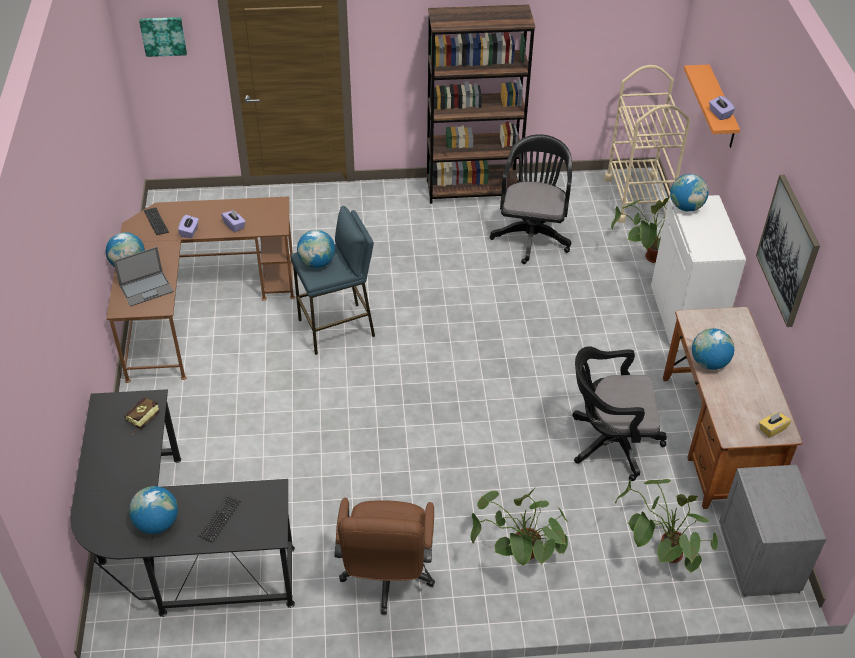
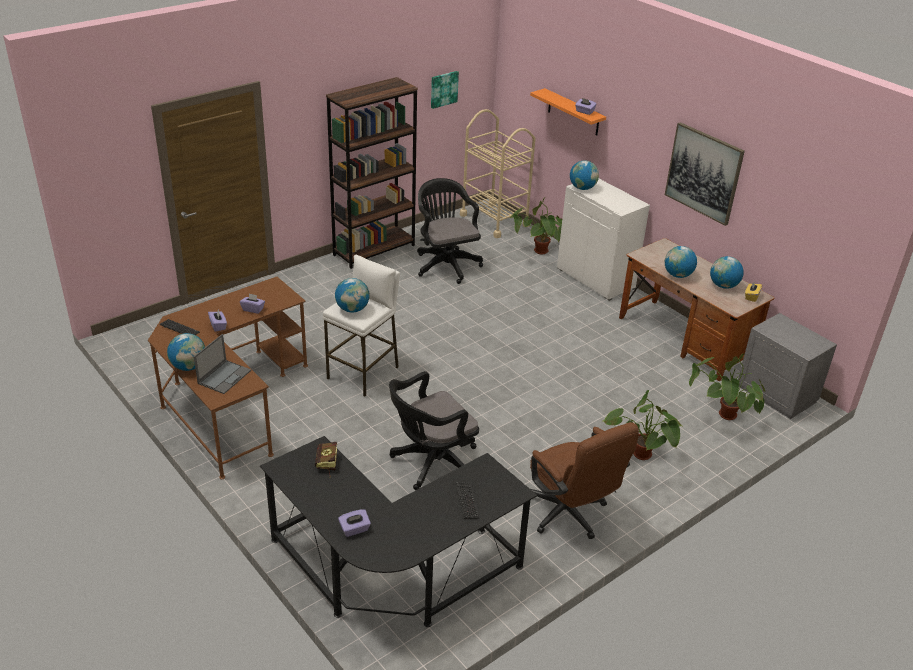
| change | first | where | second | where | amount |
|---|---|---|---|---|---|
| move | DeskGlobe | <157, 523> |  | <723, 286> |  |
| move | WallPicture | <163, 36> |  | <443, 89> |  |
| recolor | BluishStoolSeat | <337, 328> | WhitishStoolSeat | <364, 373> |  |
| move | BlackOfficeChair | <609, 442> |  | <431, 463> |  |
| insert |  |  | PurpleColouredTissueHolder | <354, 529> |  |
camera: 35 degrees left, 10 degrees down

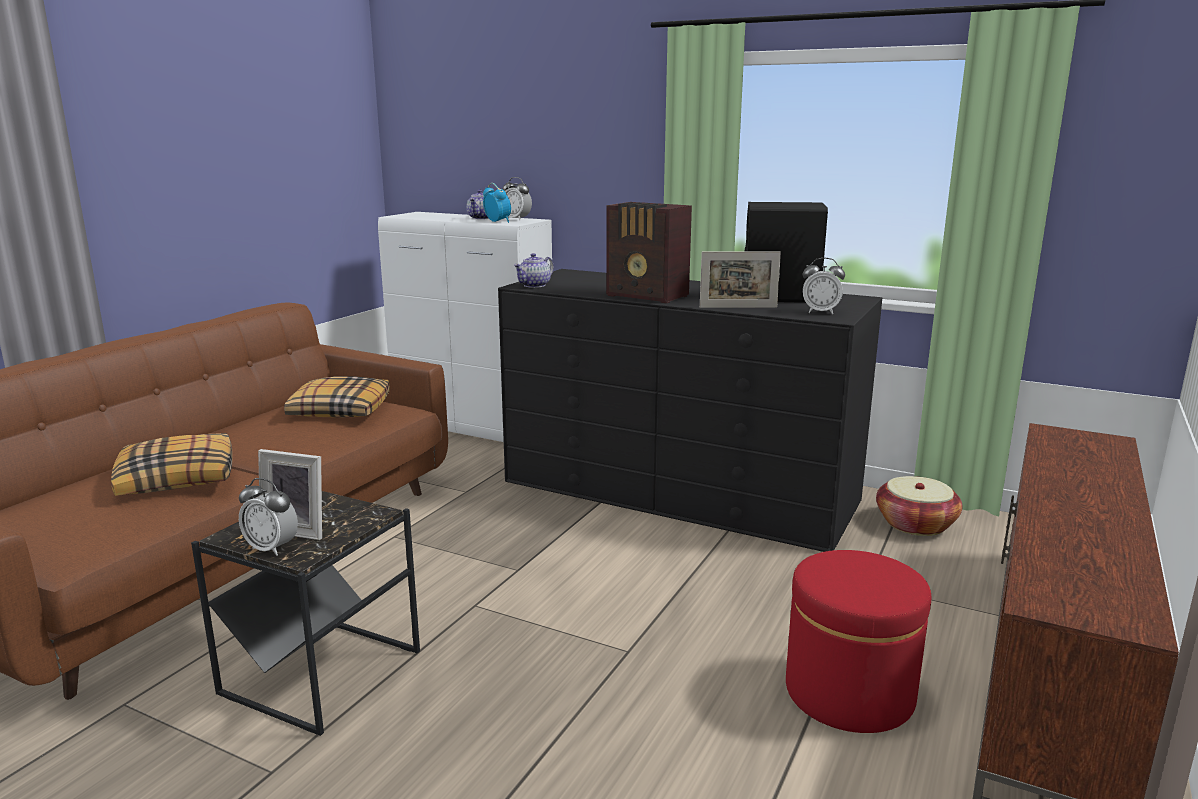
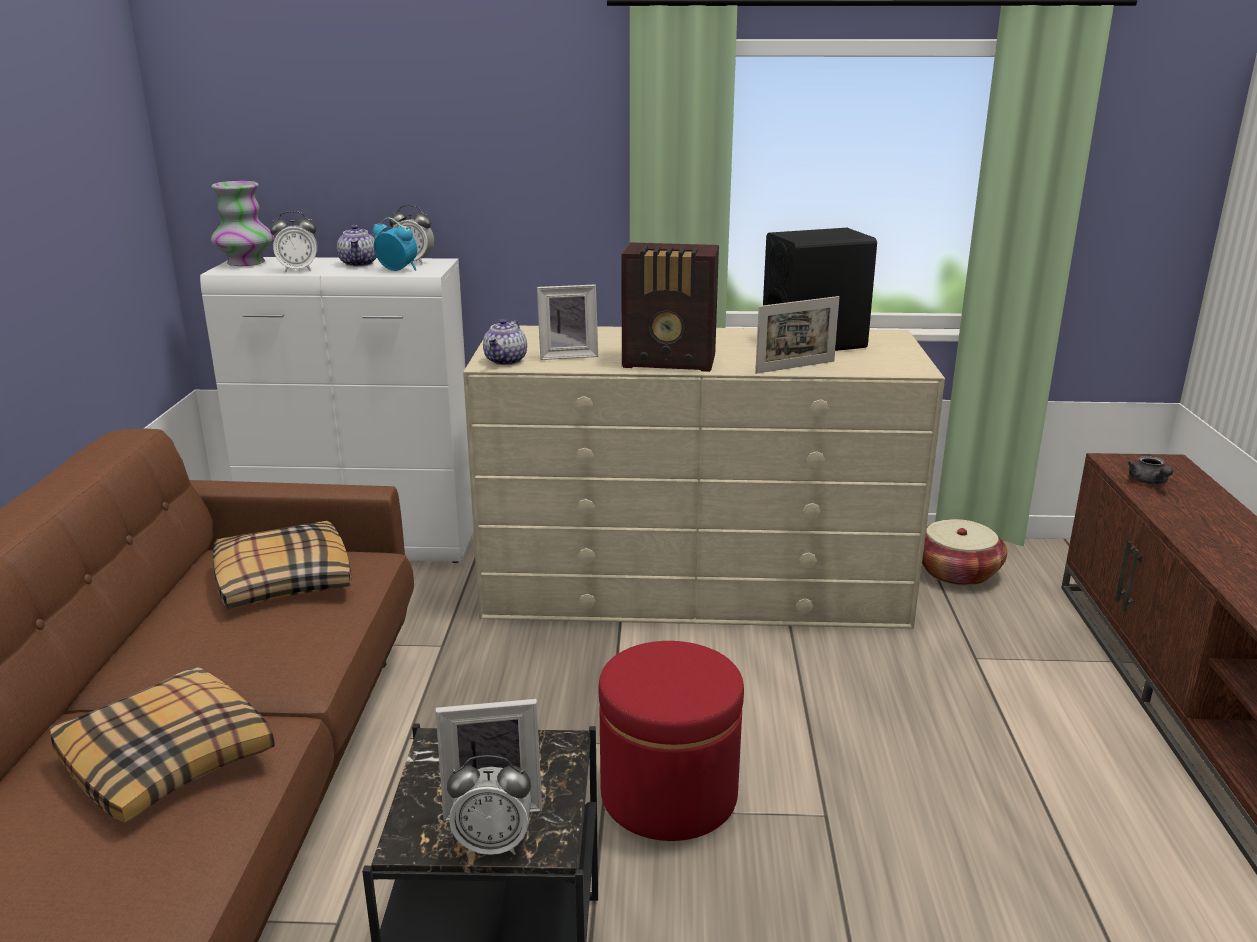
| change | first | where | second | where | amount |
|---|---|---|---|---|---|
| recolor | BlackChestOfDrawers | <679, 491> | BeigeChestOfDrawers | <694, 585> |  |
| move | ReddishFootrest | <849, 693> |  | <669, 794> |  |
| move | BedsideClock | <820, 312> |  | <298, 270> |  |
| insert |  |  | Vase | <246, 263> |  |
| insert |  |  | StandingFrame | <568, 355> |  |
| insert |  |  | GrayTeapot | <1149, 482> |  |
camera: 25 degrees left, 5 degrees up

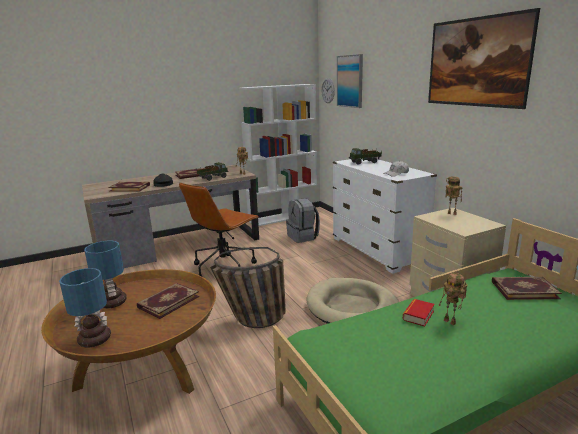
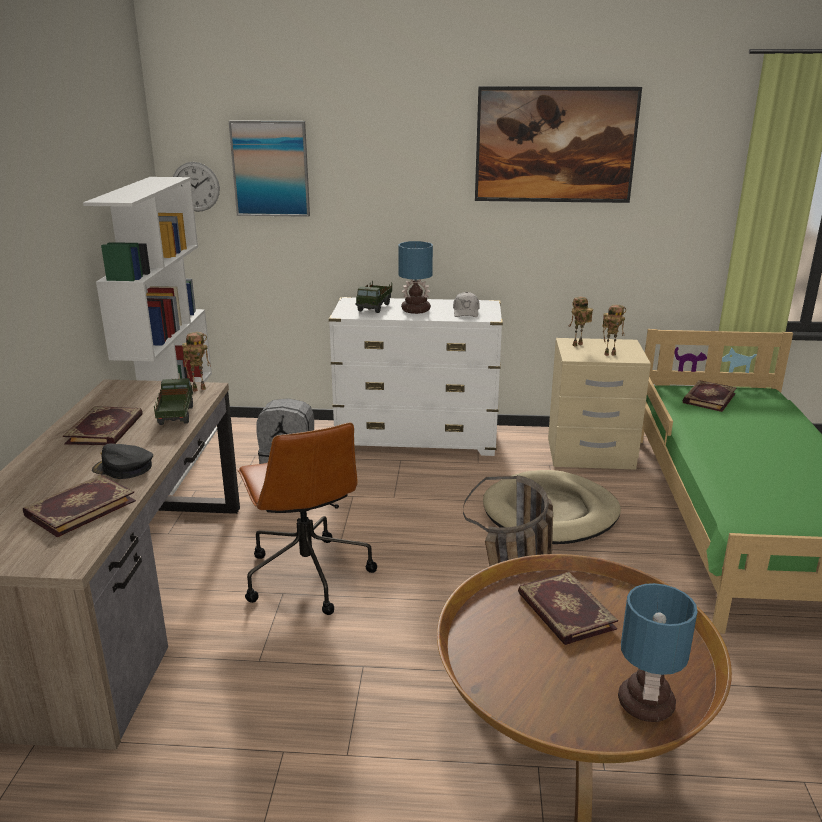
| change | first | where | second | where | amount |
|---|---|---|---|---|---|
| move | TabletopLamp | <112, 302> |  | <414, 310> |  |
| delete | Volume | <418, 315> |  |  |  |
| move | RobotFigure | <451, 322> |  | <610, 354> |  |
camera: 60 degrees left, 5 degrees up

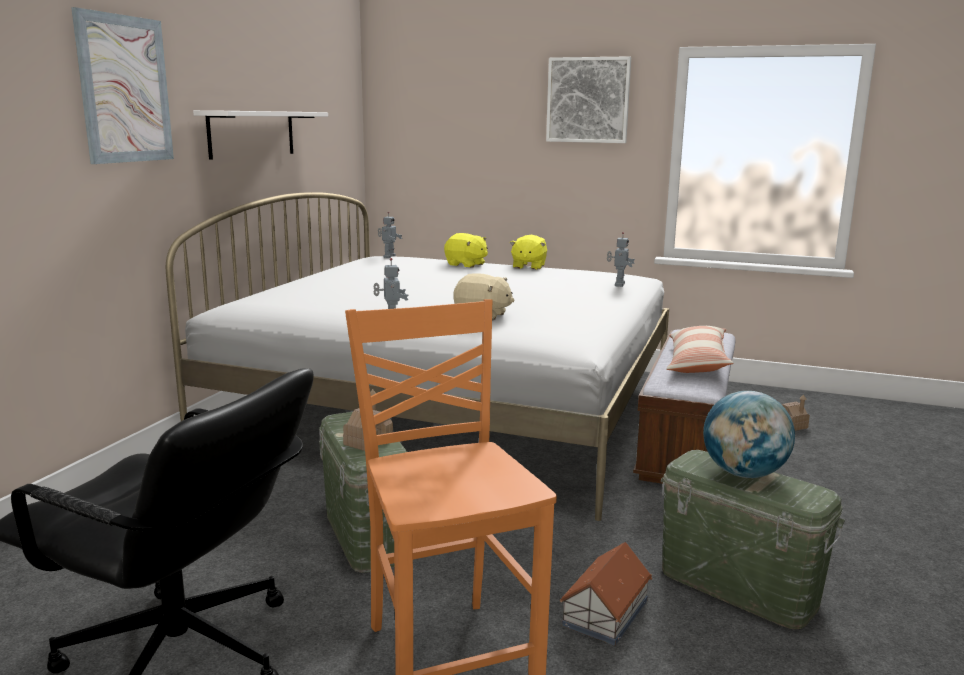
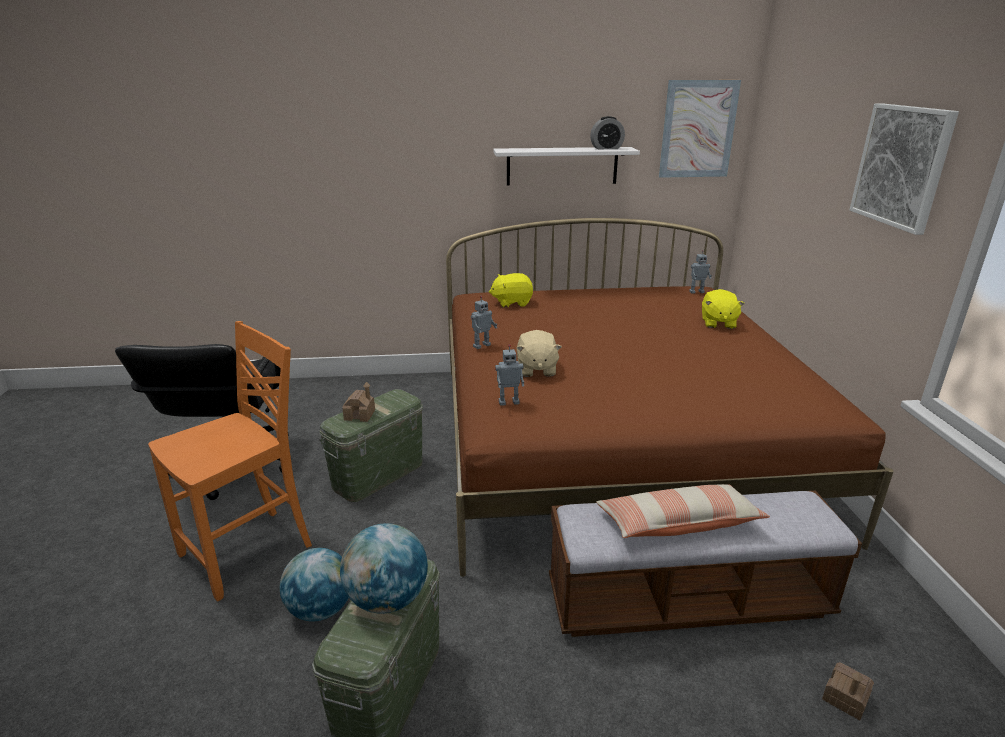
| change | first | where | second | where | amount |
|---|---|---|---|---|---|
| move | WallPicture | <125, 89> |  | <698, 129> |  |
| recolor | WhitishBed | <452, 407> | BrownColouredBed | <614, 442> |  |
| move | YellowSoftToy | <528, 266> |  | <512, 303> |  |
| replace | MiniatureHouse | <604, 612> | DeskGlobe | <320, 609> |  |
| move | RobotFigure | <618, 284> |  | <508, 402> |  |
| insert |  |  | BedsideClock | <606, 148> |  |
camera: 65 degrees right, 10 degrees up

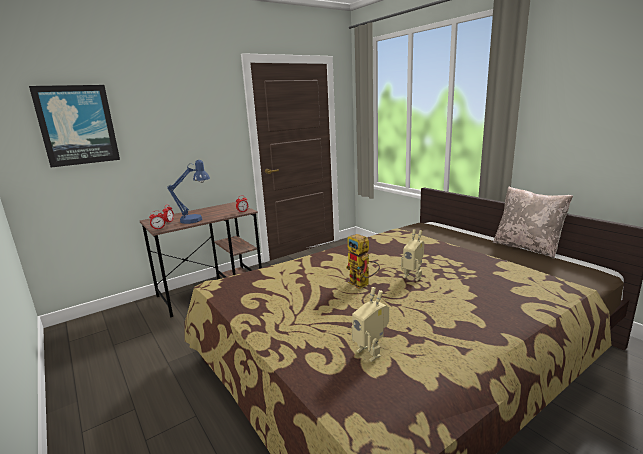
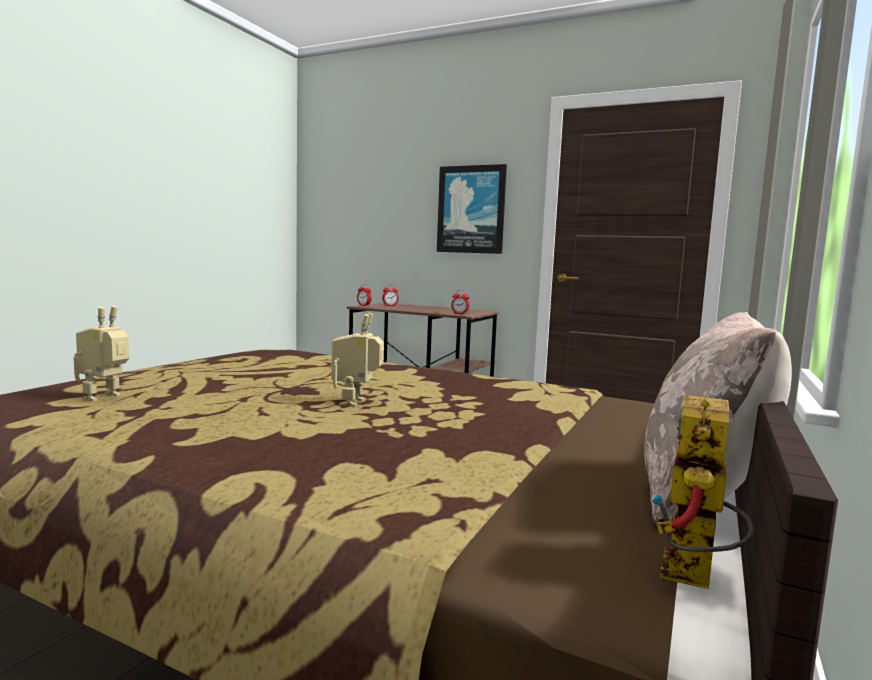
| change | first | where | second | where | amount |
|---|---|---|---|---|---|
| move | WallPicture | <77, 125> |  | <471, 209> |  |
| delete | BluishTabletopLamp | <196, 219> |  |  |  |
| move | RobotFigure | <363, 284> |  | <693, 579> |  |
camera: 60 degrees right, 10 degrees down

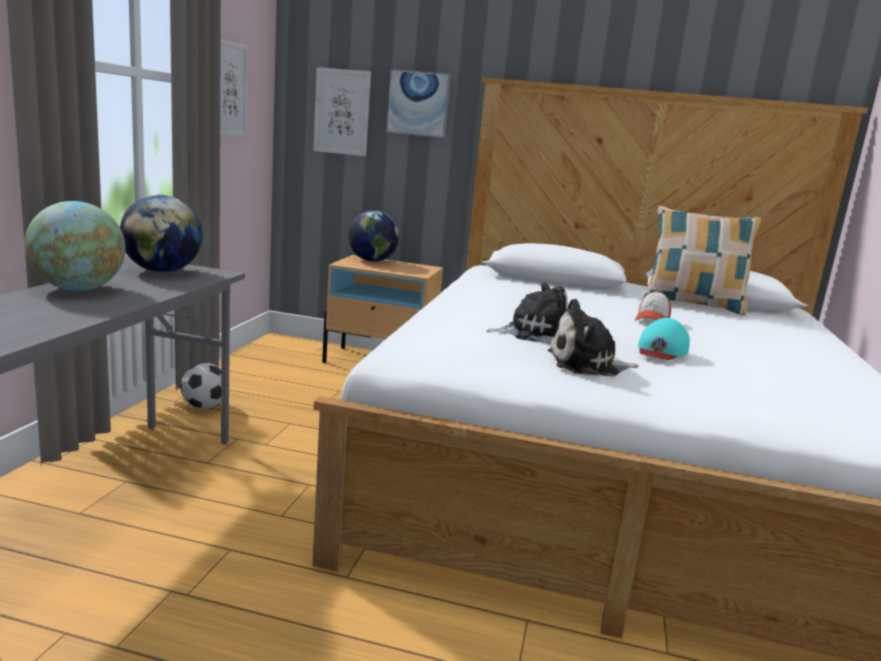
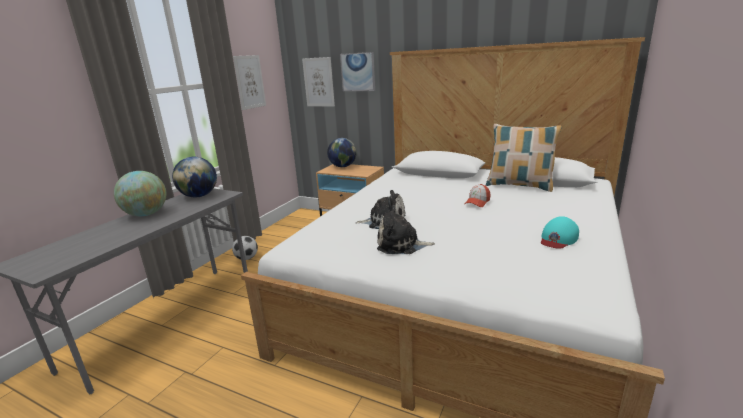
| change | first | where | second | where | amount |
|---|---|---|---|---|---|
| move | TurquoisePeakedCap | <661, 350> |  | <558, 238> |  |
camera: 15 degrees right, 5 degrees up

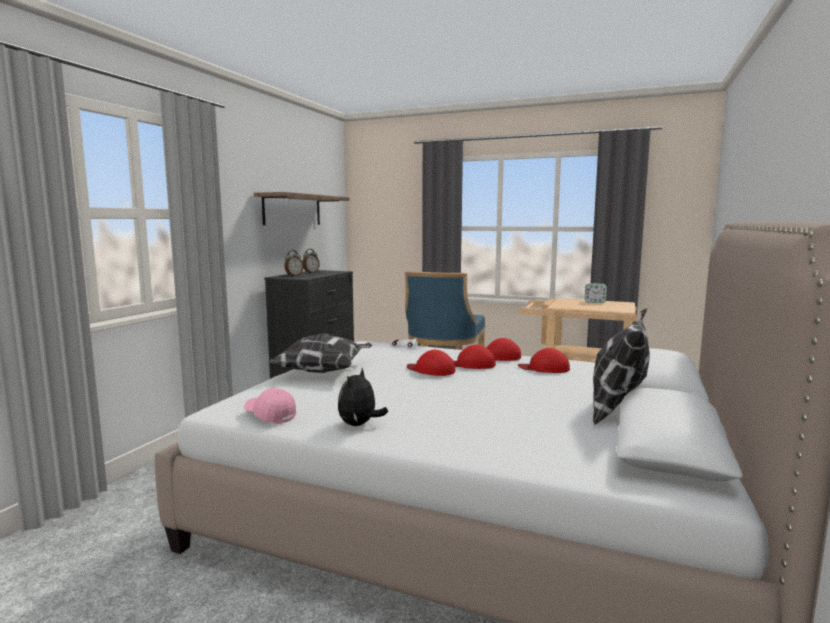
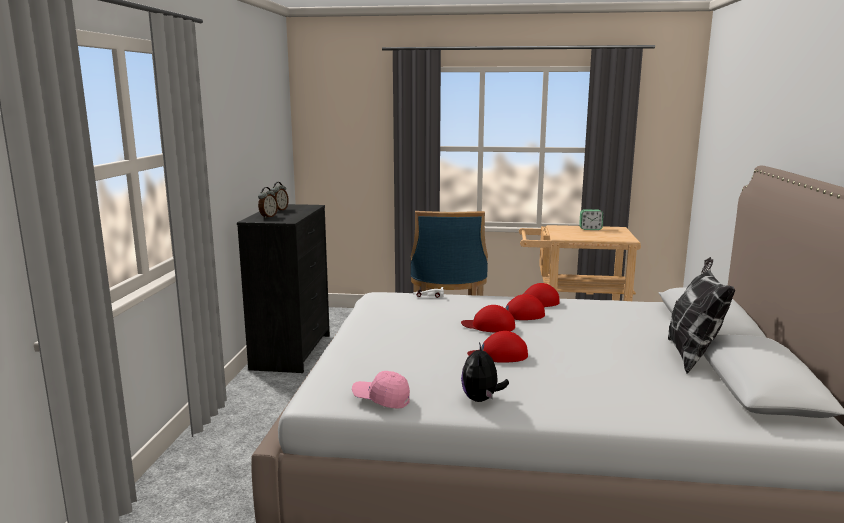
| change | first | where | second | where | amount |
|---|---|---|---|---|---|
| delete | BracketShelf | <292, 210> |  |  |  |
| delete | ThrowPillow | <324, 372> |  |  |  |
| move | ReddishPeakedCap | <544, 368> |  | <498, 355> |  |
camera: 15 degrees left, 5 degrees up

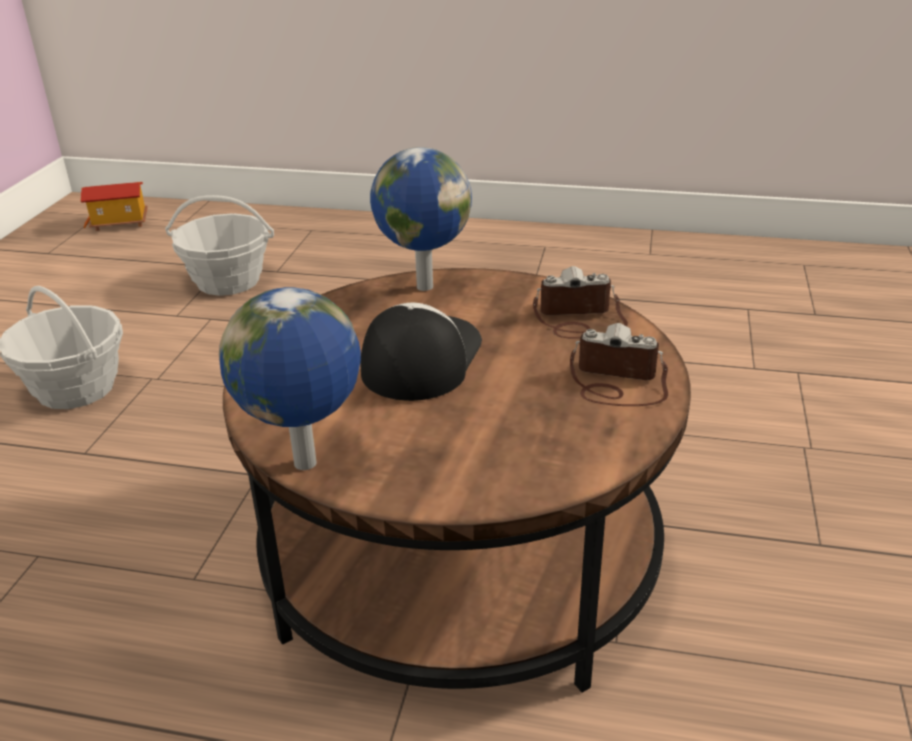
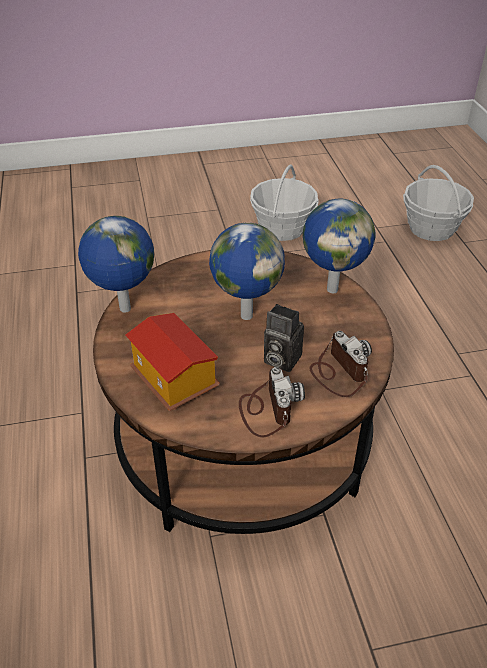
| change | first | where | second | where | amount |
|---|---|---|---|---|---|
| move | MiniatureHouse | <119, 223> |  | <173, 381> |  |
| replace | PeakedCap | <420, 358> | DeskGlobe | <245, 315> |  |
| insert |  |  | StillCamera | <279, 359> |  |
camera: 65 degrees right, 10 degrees up

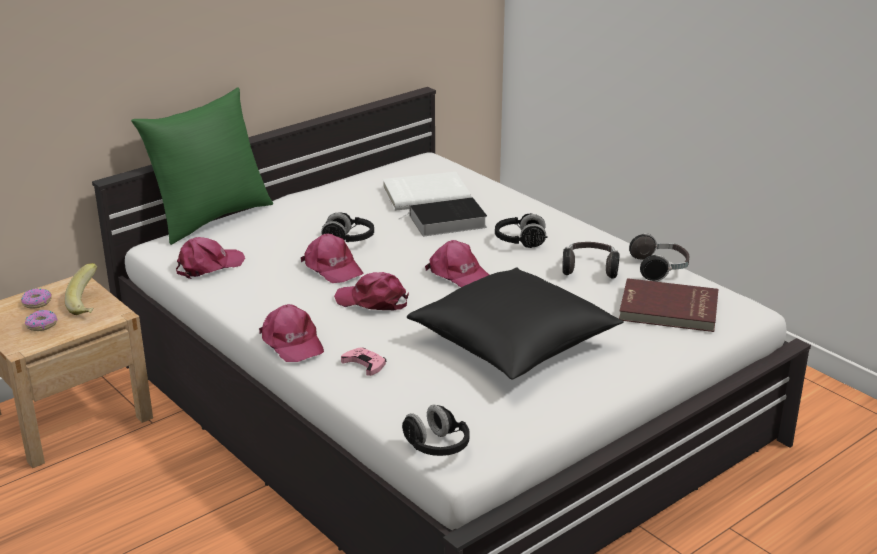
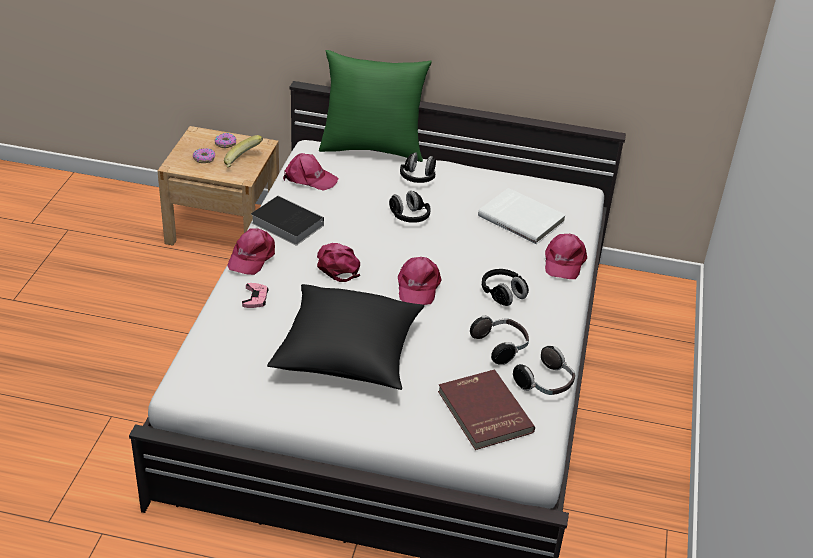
| change | first | where | second | where | amount |
|---|---|---|---|---|---|
| move | PinkishPeakedCap | <332, 267> |  | <563, 262> |  |
| move | Volume | <445, 222> |  | <285, 223> |  |
| move | BlackHeadphones | <436, 446> |  | <418, 178> |  |
camera: 50 degrees right, 10 degrees up

